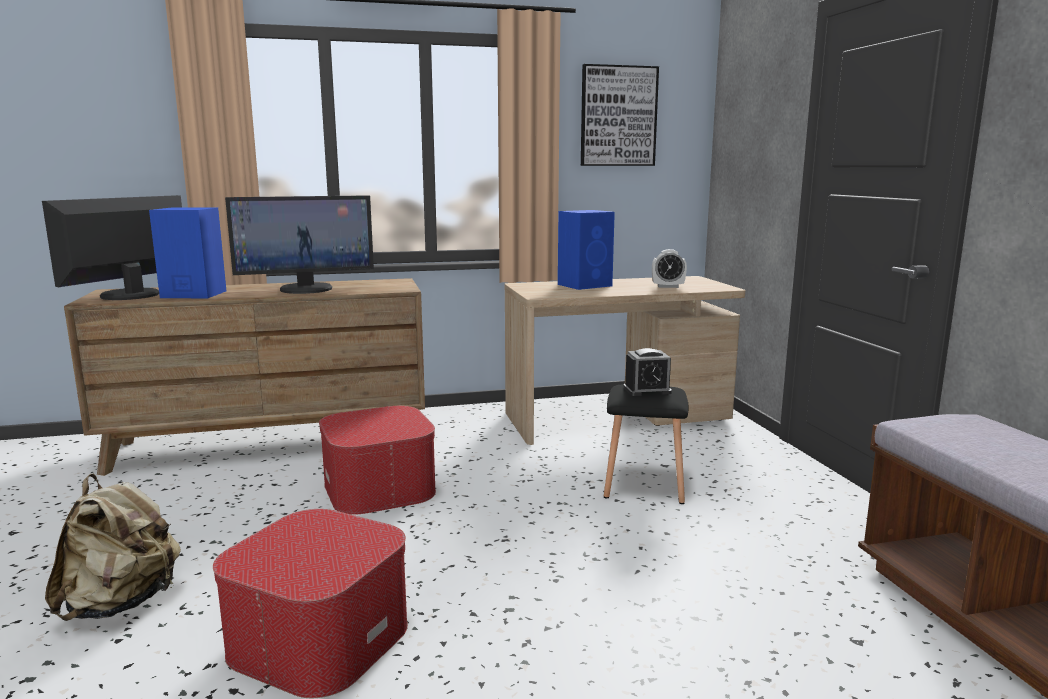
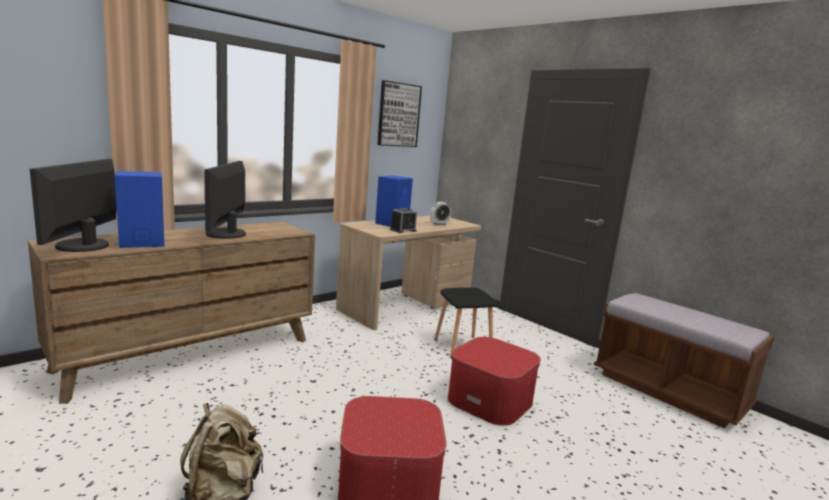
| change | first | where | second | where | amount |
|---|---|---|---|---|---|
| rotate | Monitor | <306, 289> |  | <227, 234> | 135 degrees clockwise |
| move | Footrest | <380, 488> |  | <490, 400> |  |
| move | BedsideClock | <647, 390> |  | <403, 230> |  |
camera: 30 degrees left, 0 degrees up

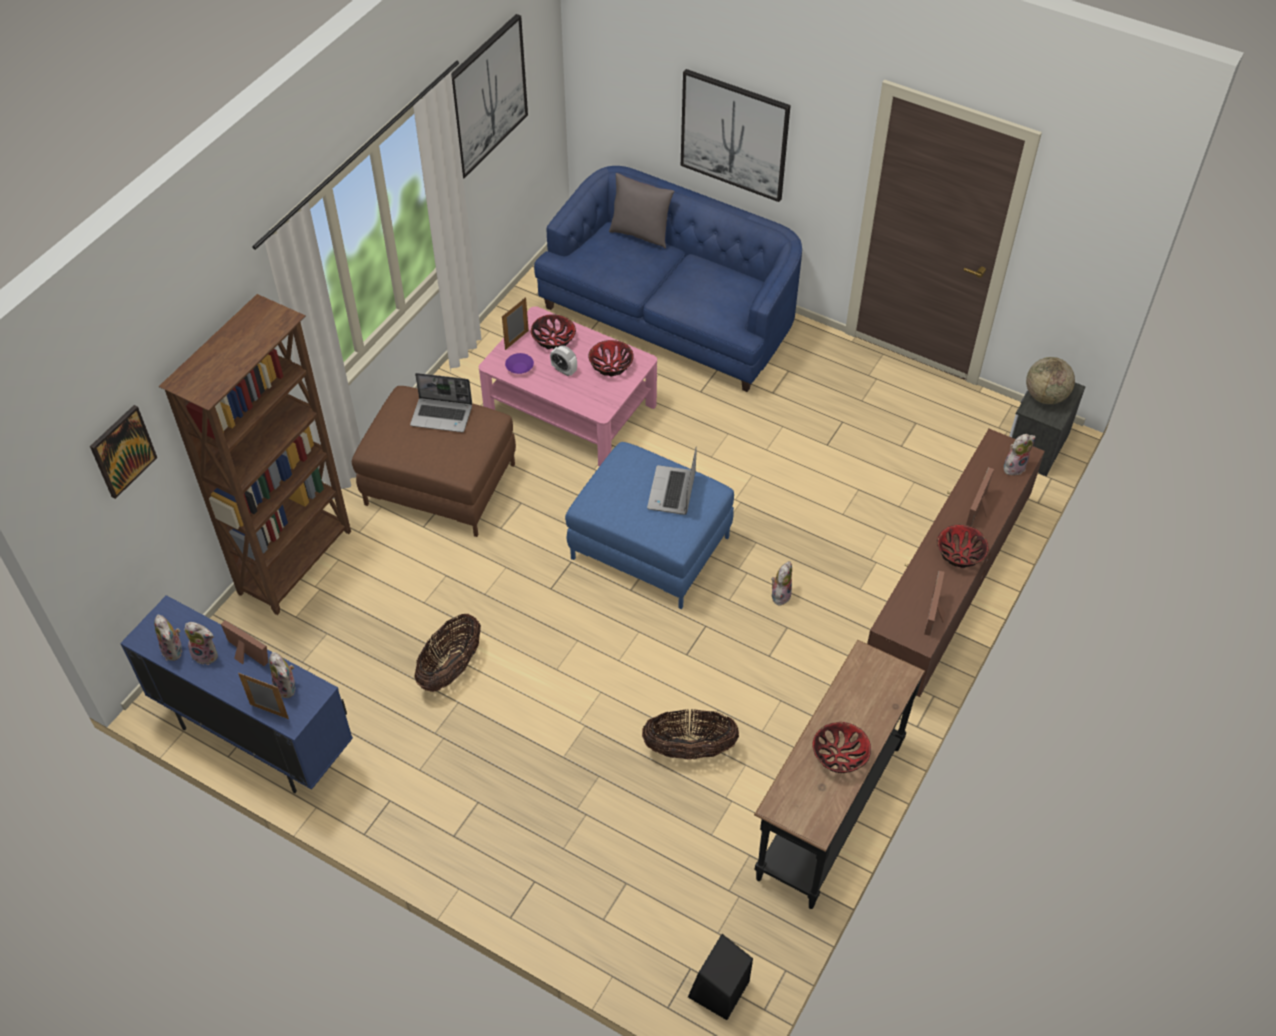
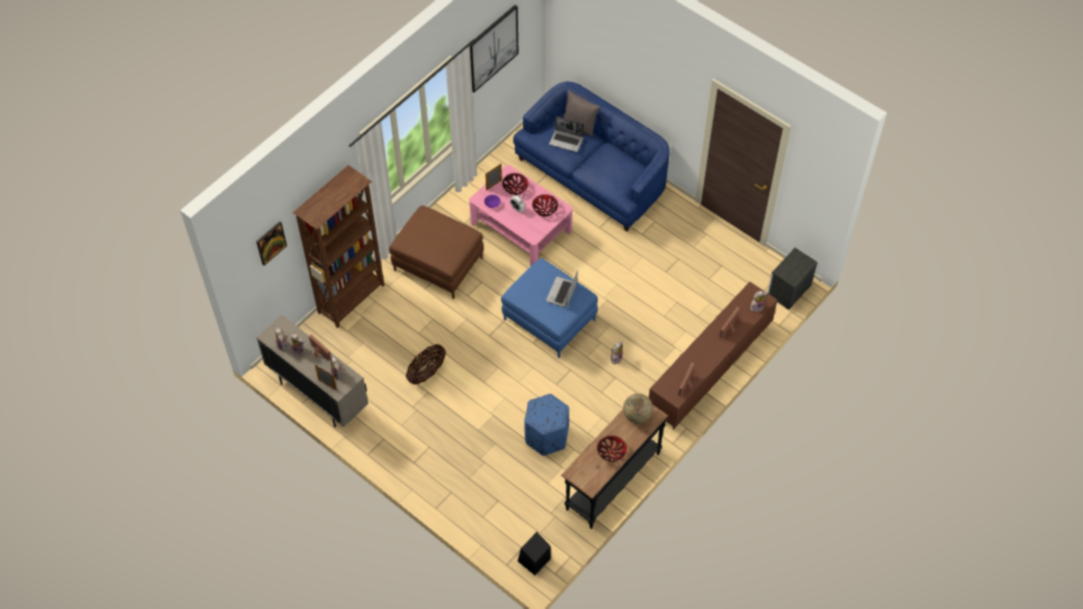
| change | first | where | second | where | amount |
|---|---|---|---|---|---|
| recolor | BluishCabinet | <256, 738> | BeigeCabinet | <318, 395> |  |
| move | Laptop | <442, 415> |  | <567, 141> |  |
| replace | StorageBasket | <689, 749> | BluishFootrest | <546, 436> |  |
| delete | WallPicture | <734, 135> |  |  |  |
| delete | DeepDish | <959, 554> |  |  |  |
| move | DeskGlobe | <1045, 396> |  | <637, 415> |  |
camera: 10 degrees right, 5 degrees up

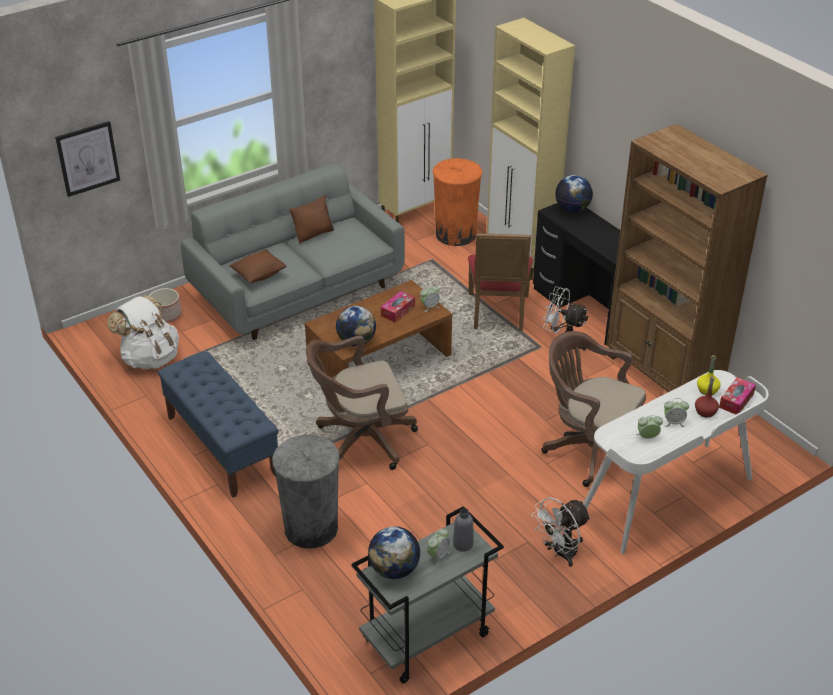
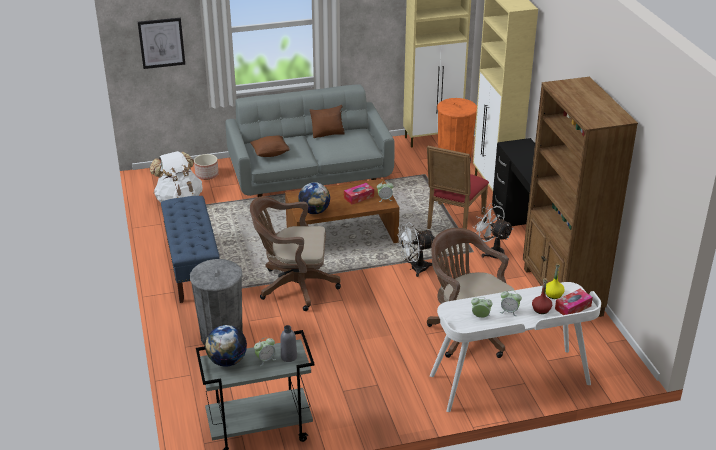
| change | first | where | second | where | amount |
|---|---|---|---|---|---|
| move | WhitishFan | <560, 553> |  | <414, 268> |  |
| delete | DeskGlobe | <572, 209> |  |  |  |
camera: 20 degrees right, 5 degrees down

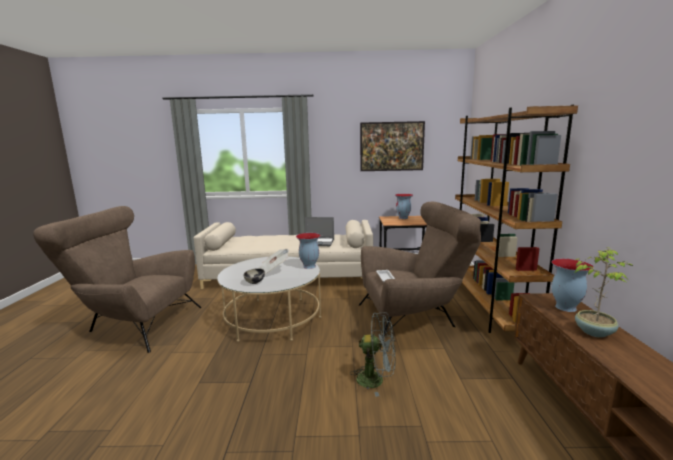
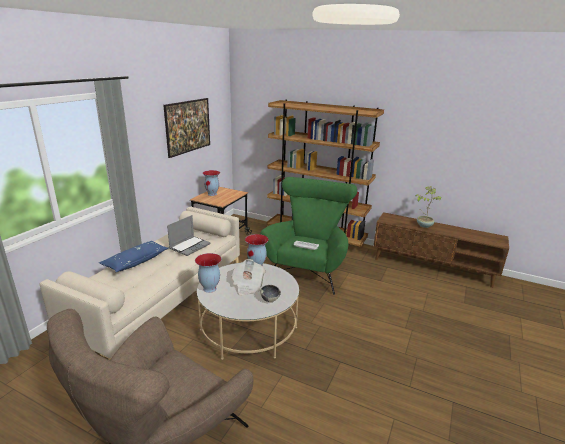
| change | first | where | second | where | amount |
|---|---|---|---|---|---|
| delete | GrayFan | <376, 380> |  |  |  |
| recolor | BrownColouredLoungeChair | <413, 319> | GreenColouredLoungeChair | <308, 268> |  |
| move | Vase | <565, 307> |  | <209, 289> |  |
| insert |  |  | BluishThrowPillow | <136, 261> |  |
camera: 65 degrees left, 10 degrees up

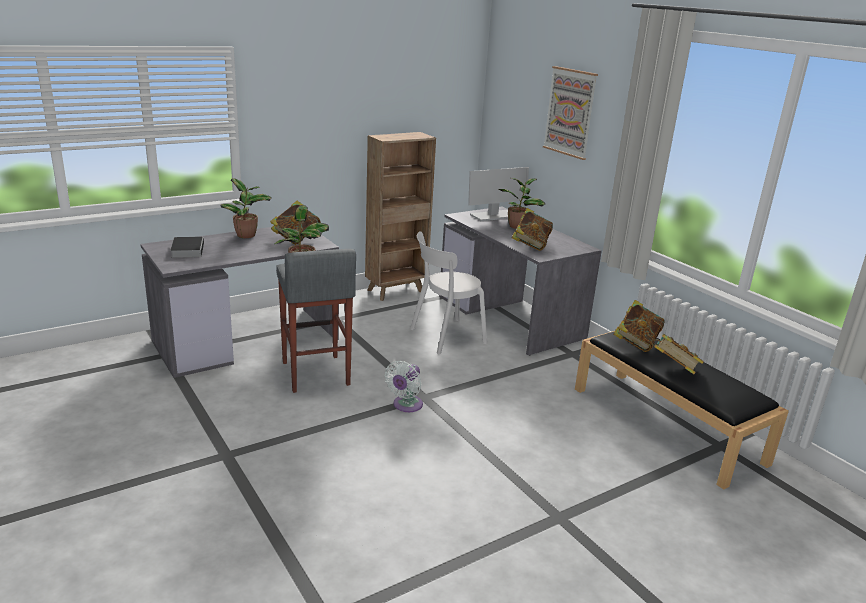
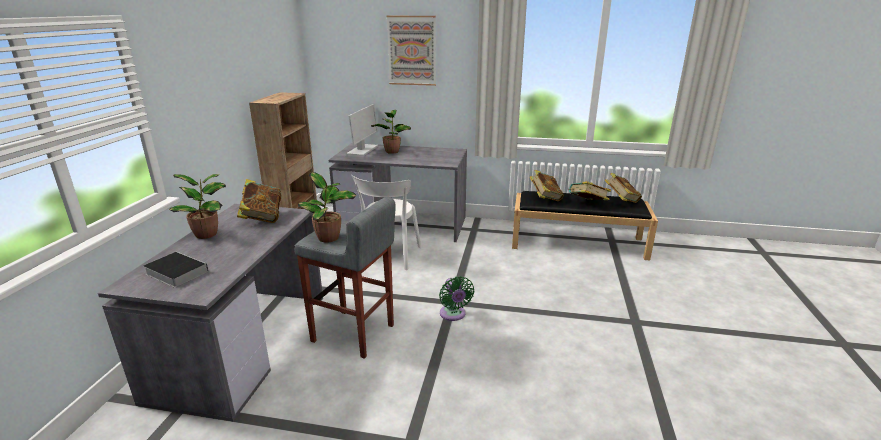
| change | first | where | second | where | amount |
|---|---|---|---|---|---|
| recolor | WhitishFan | <406, 406> | GreenColouredFan | <453, 315> |  |
| move | Volume | <531, 245> |  | <621, 200> |  |
camera: 45 degrees left, 0 degrees up

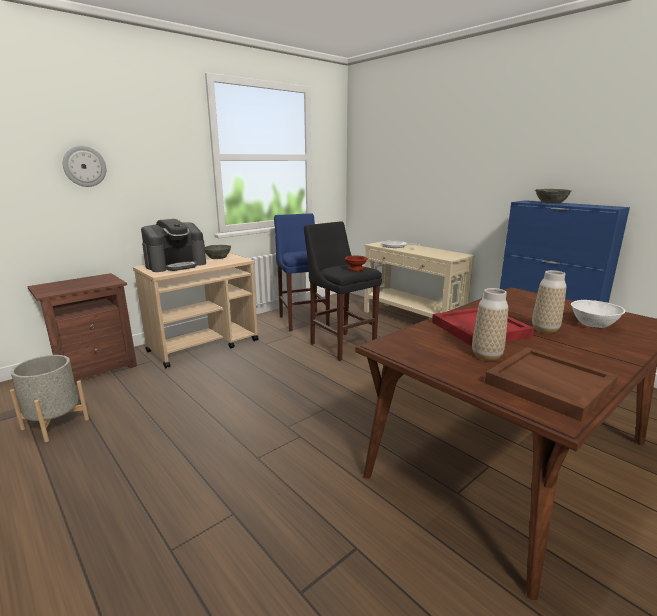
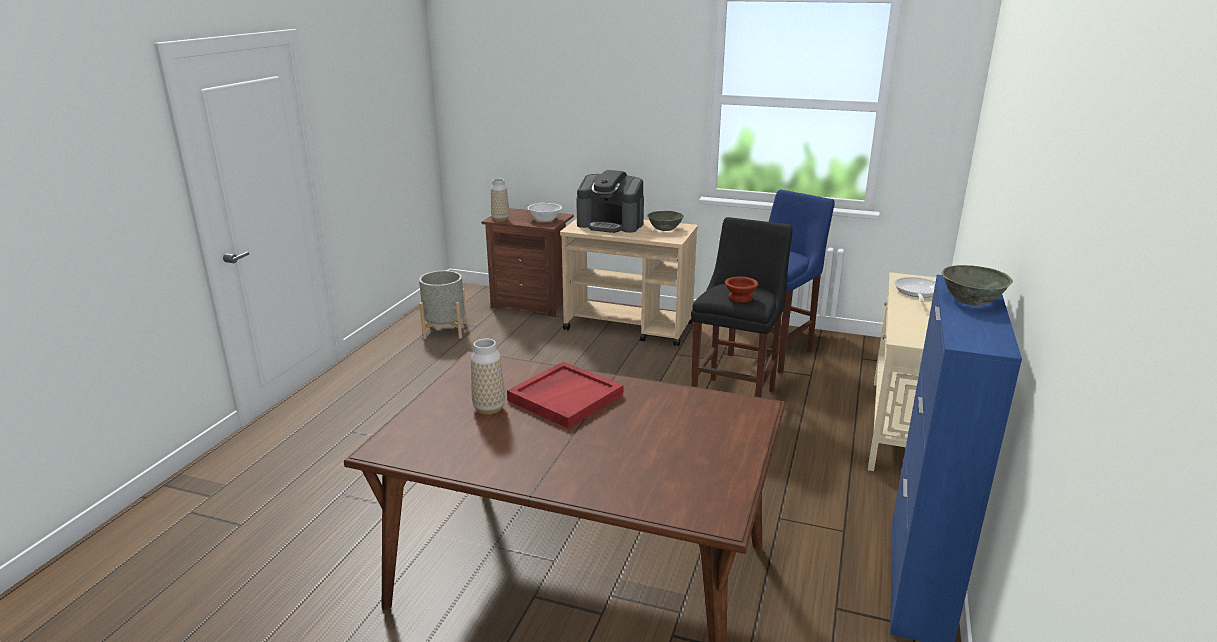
| change | first | where | second | where | amount |
|---|---|---|---|---|---|
| delete | WallClock | <84, 166> |  |  |  |
| delete | BrownColouredTray | <548, 384> |  |  |  |
| move | Vase | <545, 330> |  | <500, 219> |  |
| move | WhitishDeepDish | <593, 324> |  | <545, 219> |  |
camera: 60 degrees right, 5 degrees up

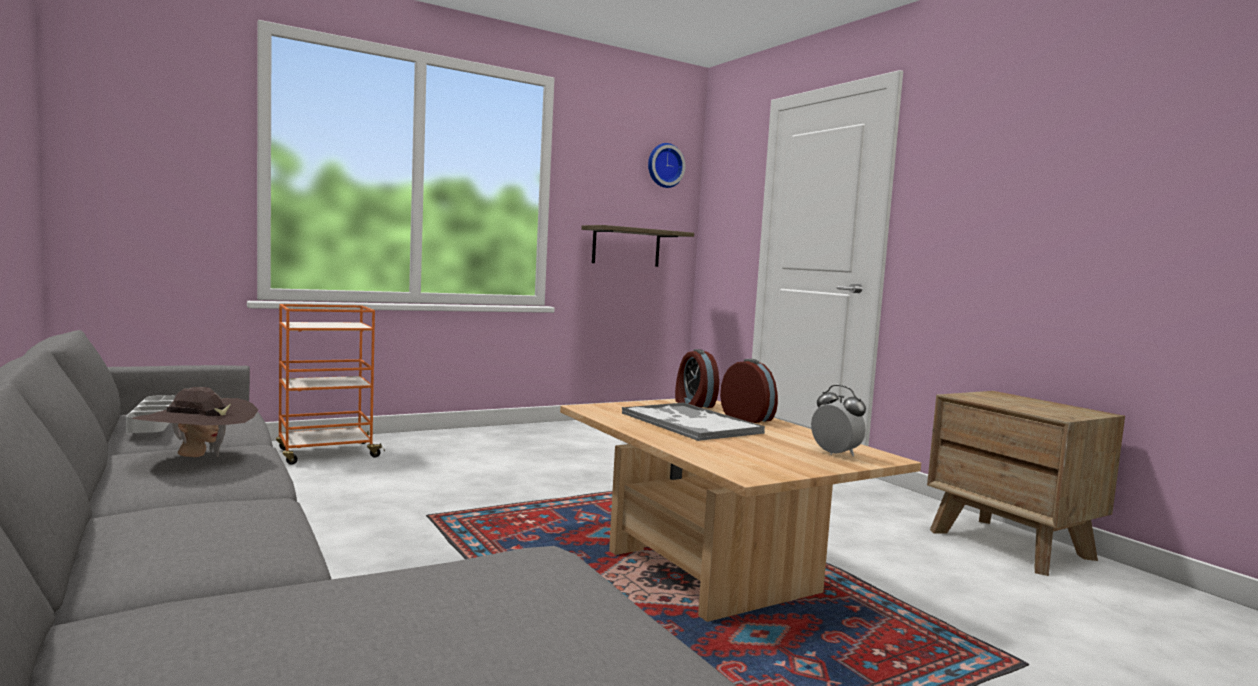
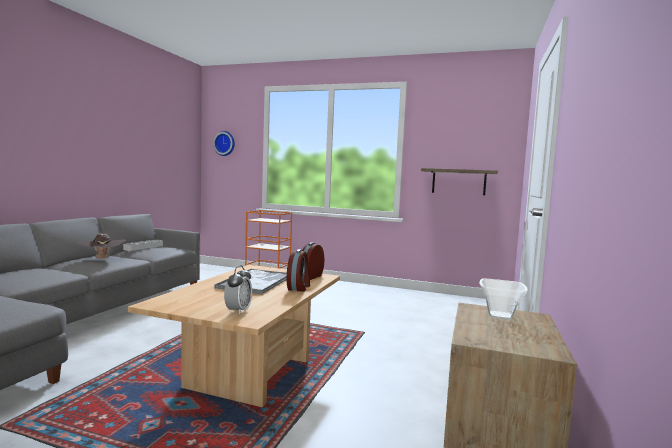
| change | first | where | second | where | amount |
|---|---|---|---|---|---|
| move | WallClock | <664, 165> |  | <225, 143> |  |
| insert |  |  | DeepDish | <501, 316> |  |
camera: 50 degrees right, 0 degrees up

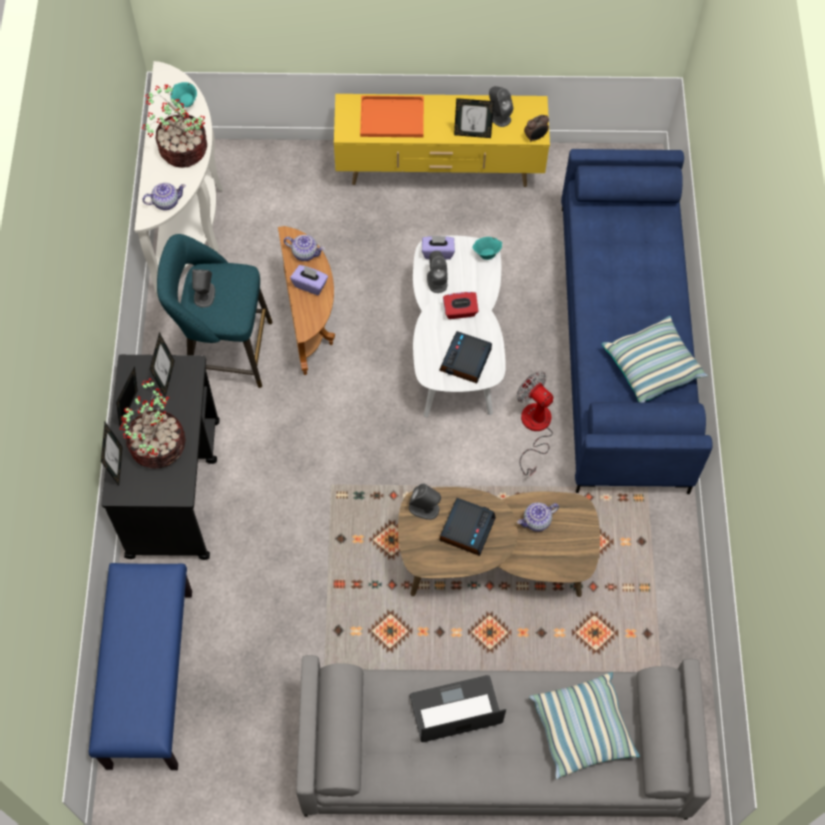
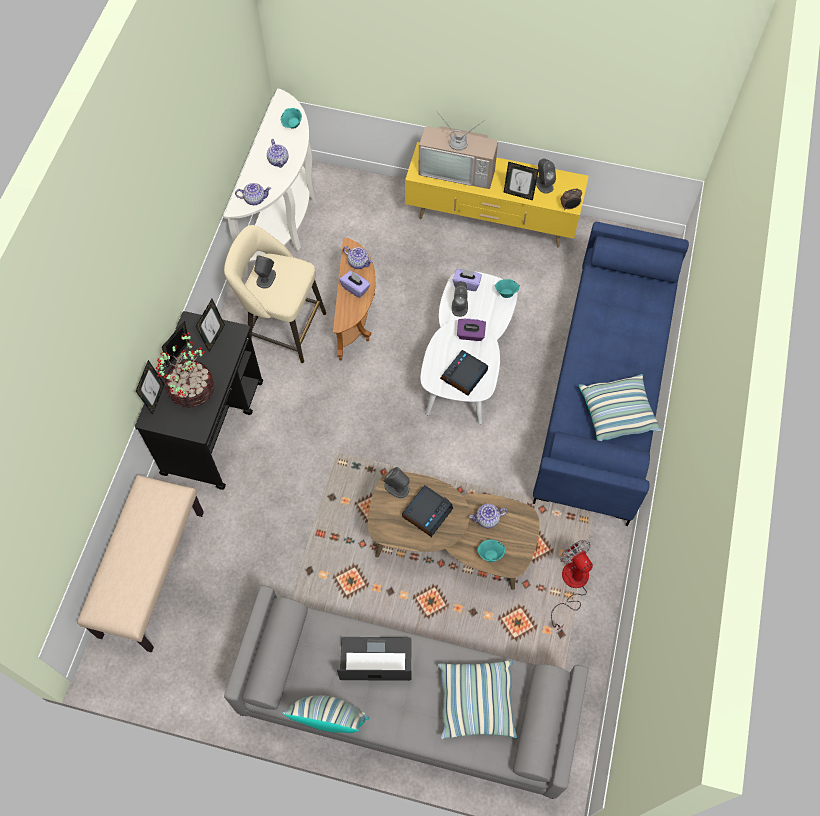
| change | first | where | second | where | amount |
|---|---|---|---|---|---|
| recolor | BluishLongSeat | <149, 677> | BeigeLongSeat | <151, 572> |  |
| replace | Houseplant | <181, 150> | Teapot | <278, 161> |  |
| recolor | TurquoiseStoolSeat | <224, 350> | BeigeStoolSeat | <282, 328> |  |
| replace | OrangeTray | <393, 117> | Television | <458, 169> |  |
| recolor | ReddishTissueHolder | <460, 311> | PurpleColouredTissueHolder | <470, 335> |  |
| move | Fan | <534, 428> |  | <571, 584> |  |
| insert |  |  | ThrowPillow | <330, 719> |  |
| insert |  |  | TurquoiseDeepDish | <490, 554> |  |
camera: 15 degrees right, 0 degrees up

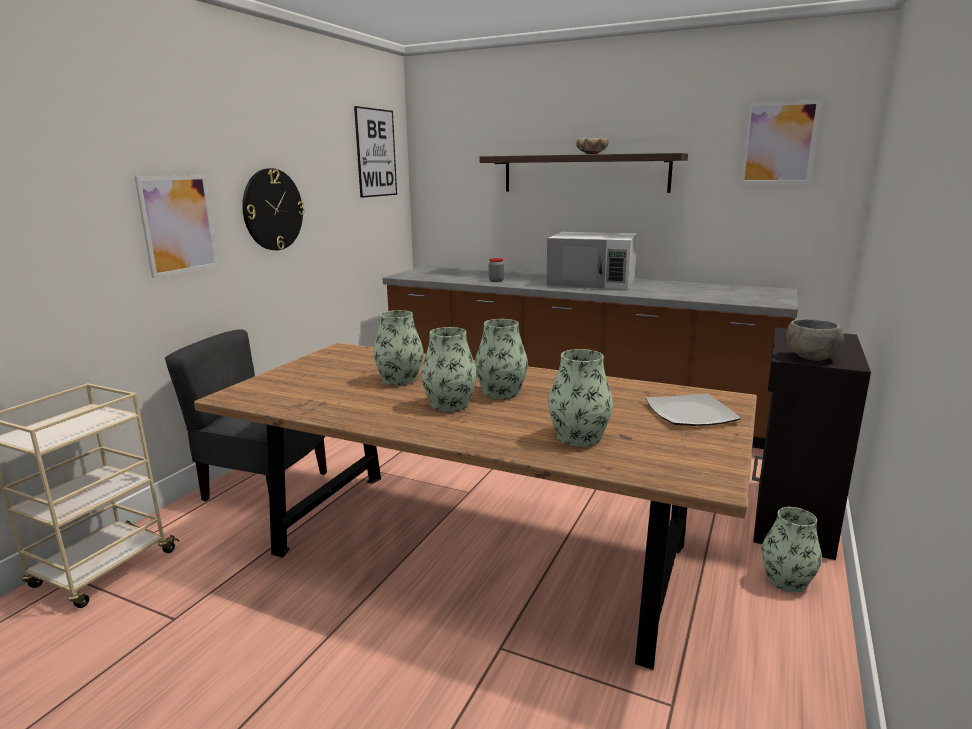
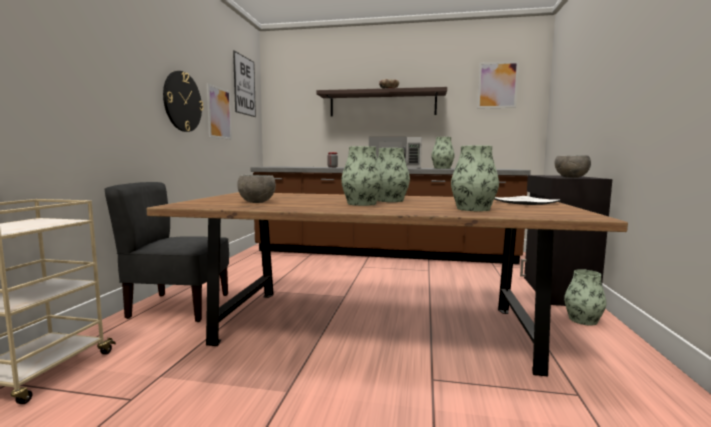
| change | first | where | second | where | amount |
|---|---|---|---|---|---|
| move | WallPicture | <178, 224> |  | <219, 113> |  |
| move | Vase | <399, 379> |  | <442, 168> |  |
| insert |  |  | GrayDeepDish | <257, 202> |  |
camera: 15 degrees left, 10 degrees down

